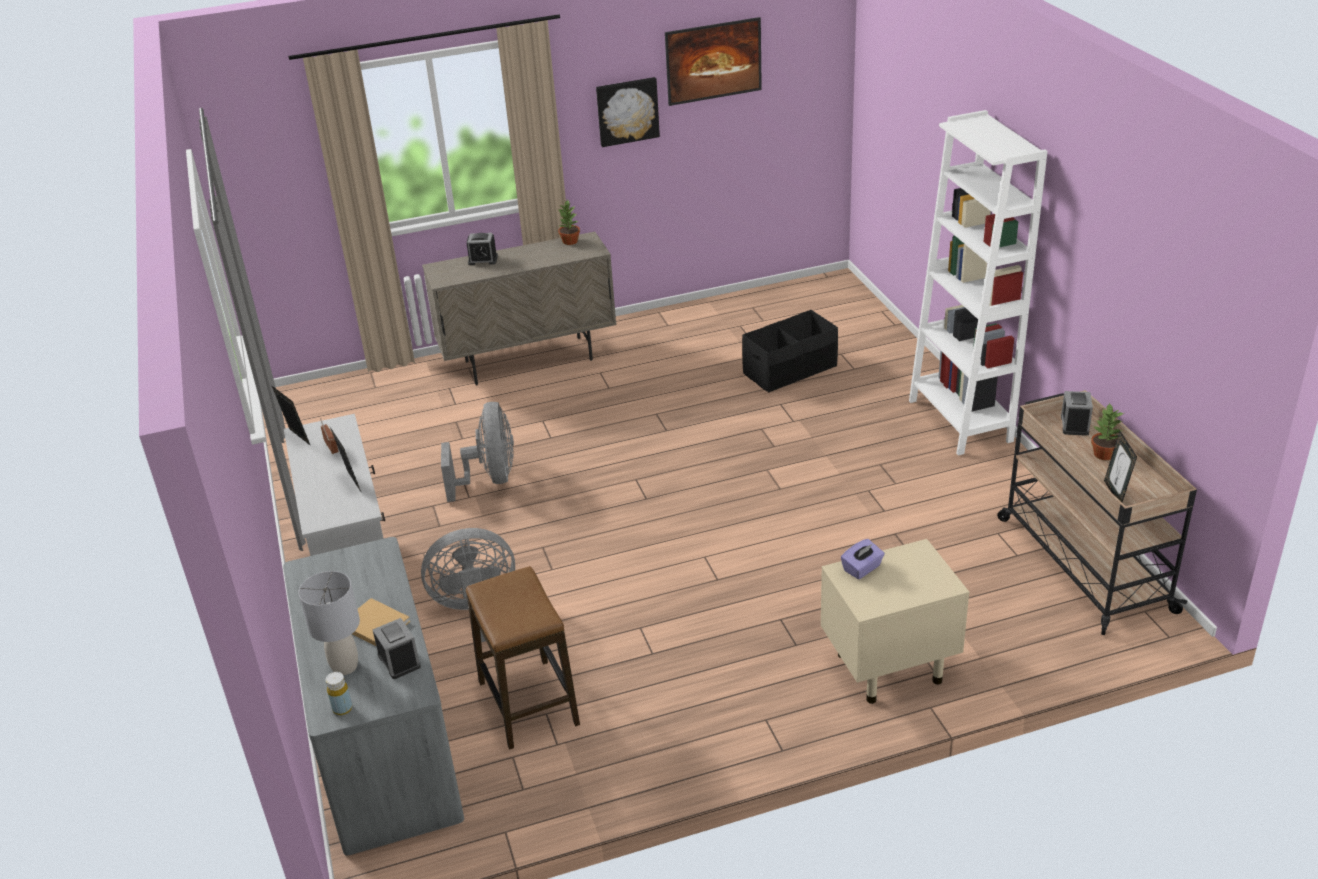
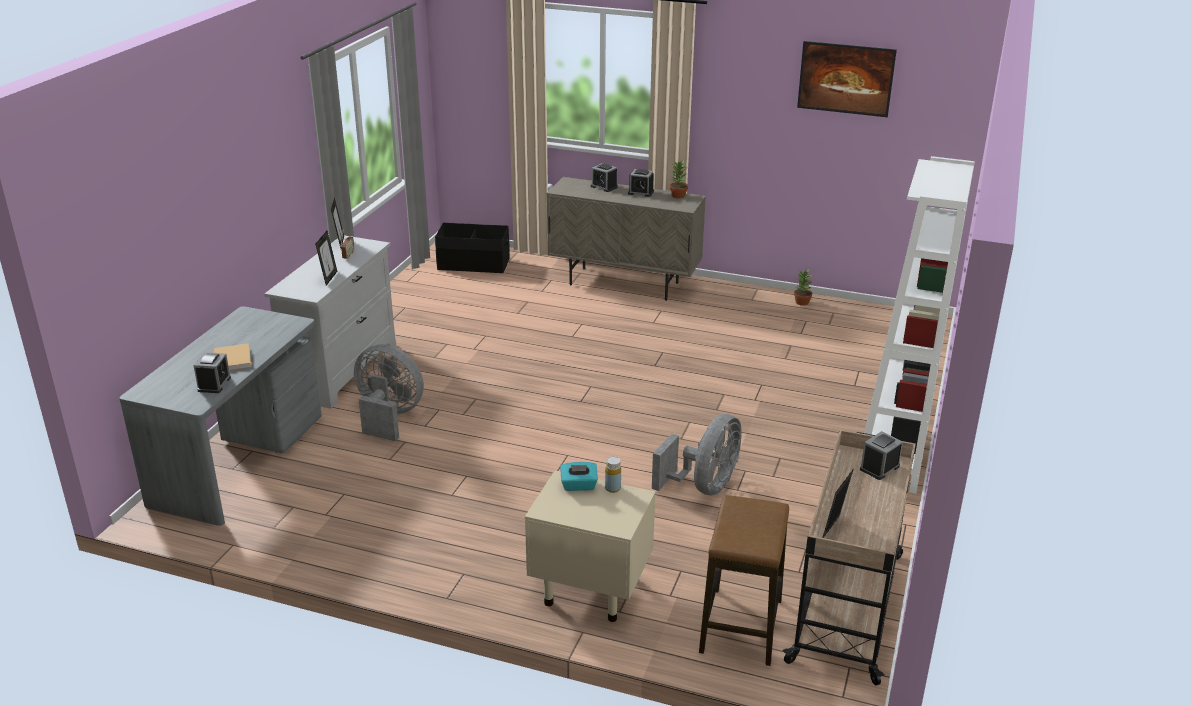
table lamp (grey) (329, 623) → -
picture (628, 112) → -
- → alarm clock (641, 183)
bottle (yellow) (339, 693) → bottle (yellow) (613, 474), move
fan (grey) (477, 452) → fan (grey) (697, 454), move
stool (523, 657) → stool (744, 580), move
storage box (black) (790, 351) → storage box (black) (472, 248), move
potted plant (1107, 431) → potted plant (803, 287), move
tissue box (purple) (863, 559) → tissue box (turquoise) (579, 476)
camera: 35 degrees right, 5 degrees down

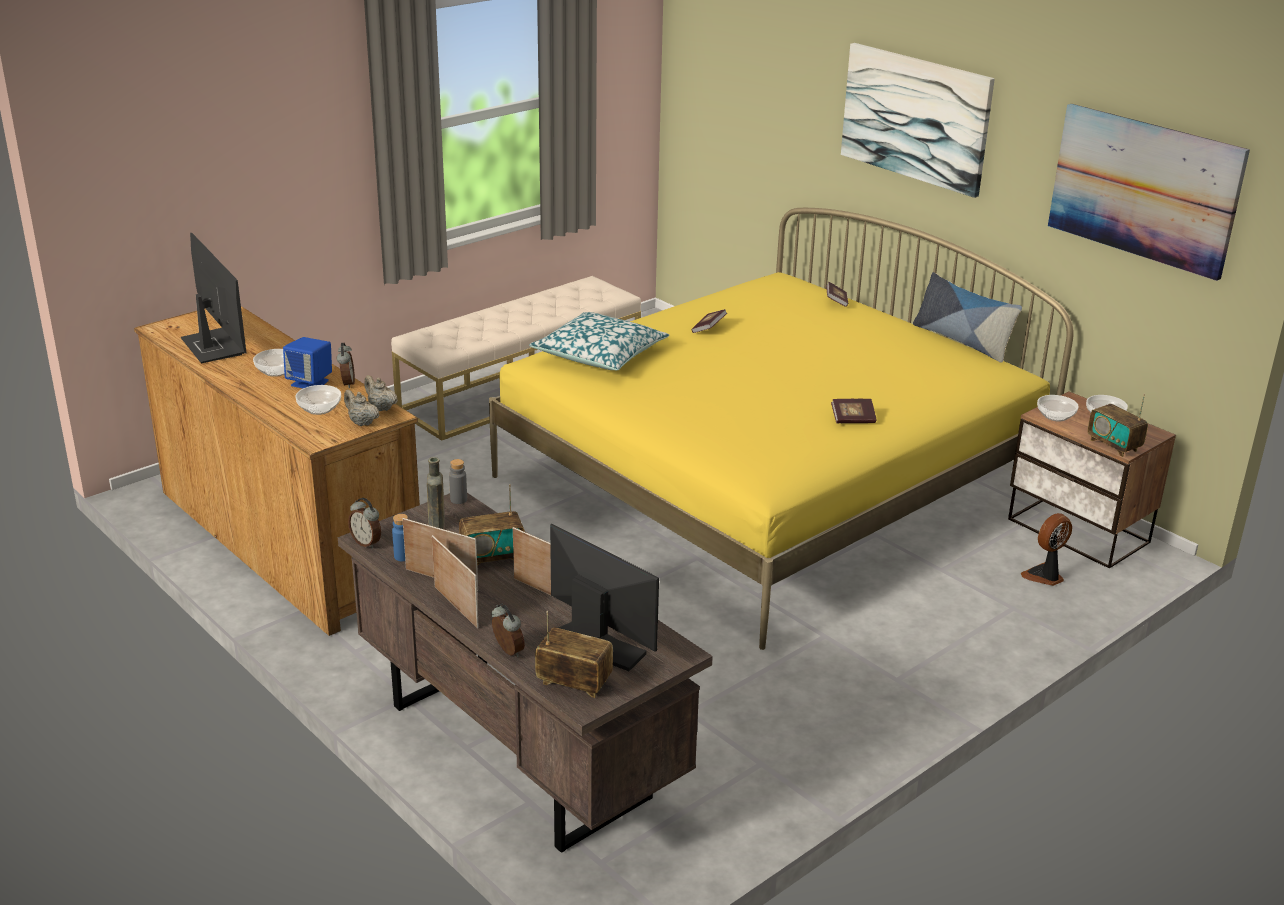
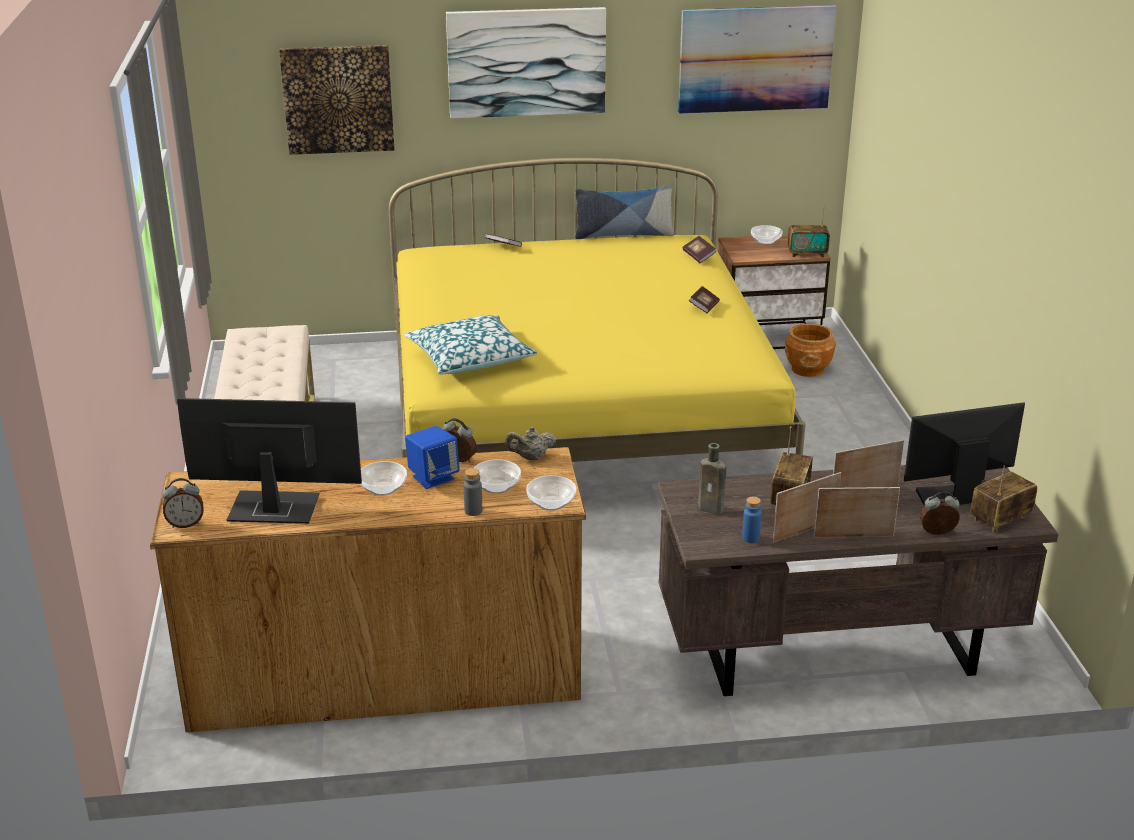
teapot (beige) (361, 408) → -
- → picture (336, 100)
alarm clock (364, 523) → alarm clock (183, 503), move
bottle (grey) (458, 481) → bottle (grey) (473, 492), move
book (709, 321) → book (699, 249), move
bowl (1058, 408) → bowl (551, 493), move
fan (1046, 549) → planter (brown) (810, 350)
camera: 55 degrees left, 0 degrees up

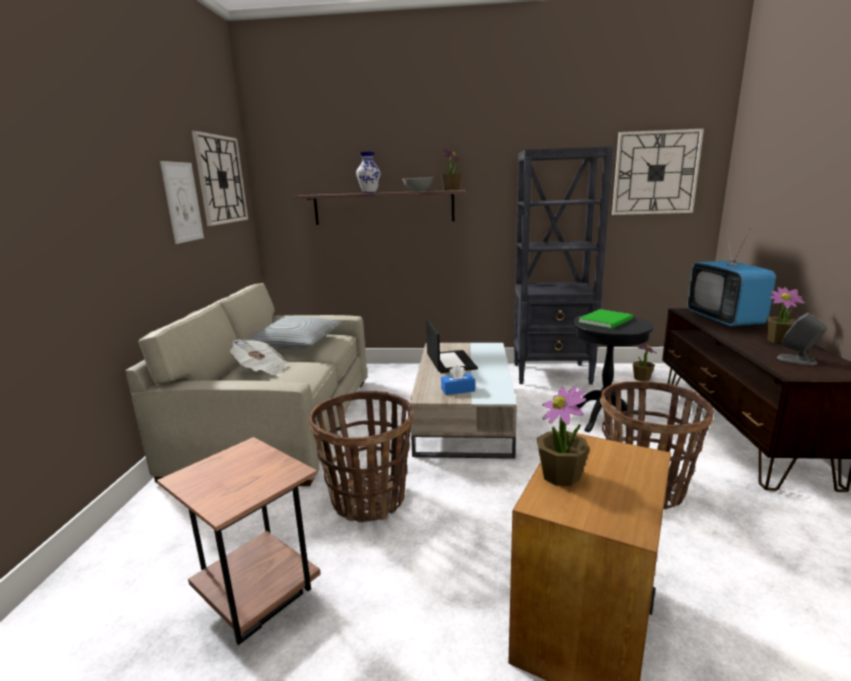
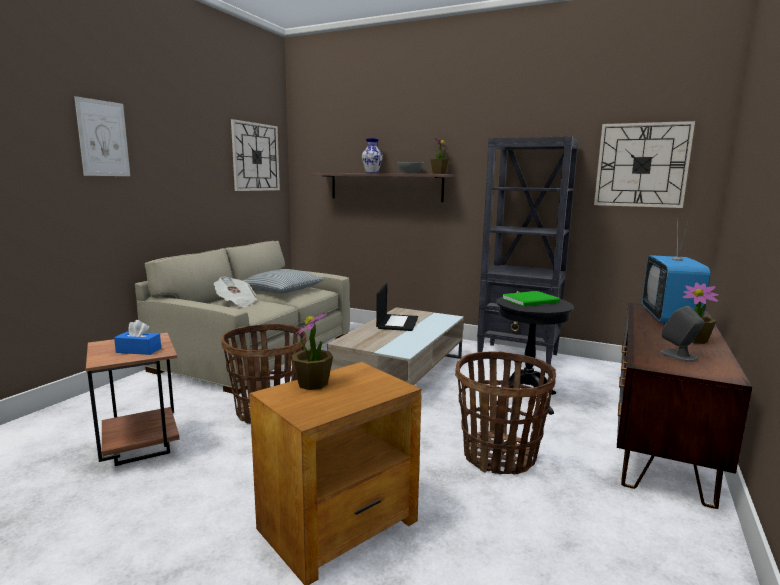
potted plant (644, 362) → -
picture (182, 202) → picture (102, 136), move
tissue box (blue) (458, 380) → tissue box (blue) (137, 337), move
camera: 20 degrees right, 5 degrees down

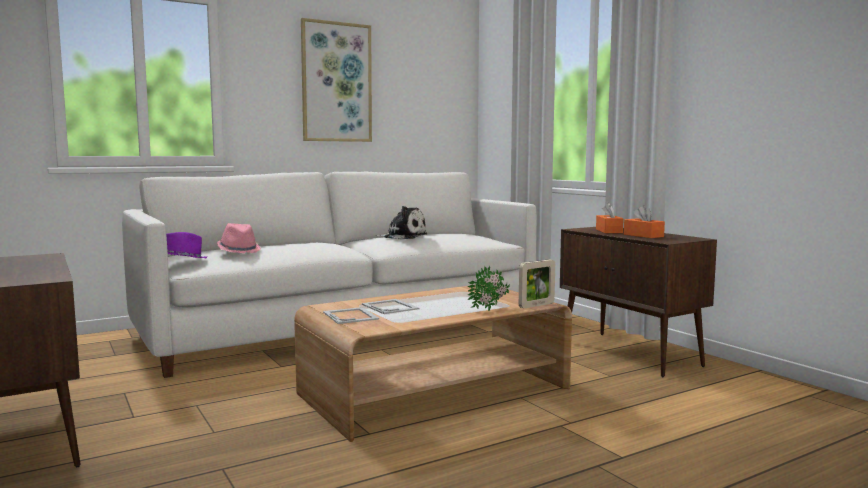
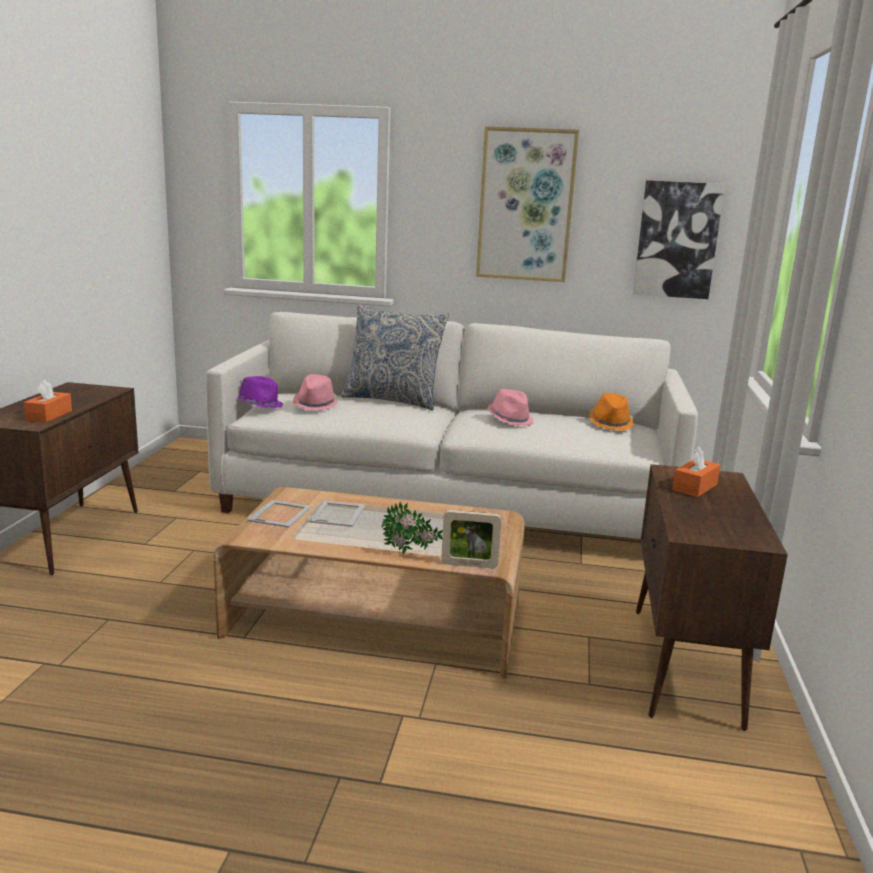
- → pillow (395, 357)
- → hat (orange) (611, 412)
- → picture (679, 239)
tissue box (orange) (644, 221) → tissue box (orange) (48, 401), move
plush toy (401, 223) → hat (pink) (511, 407)
camera: 40 degrees right, 10 degrees up

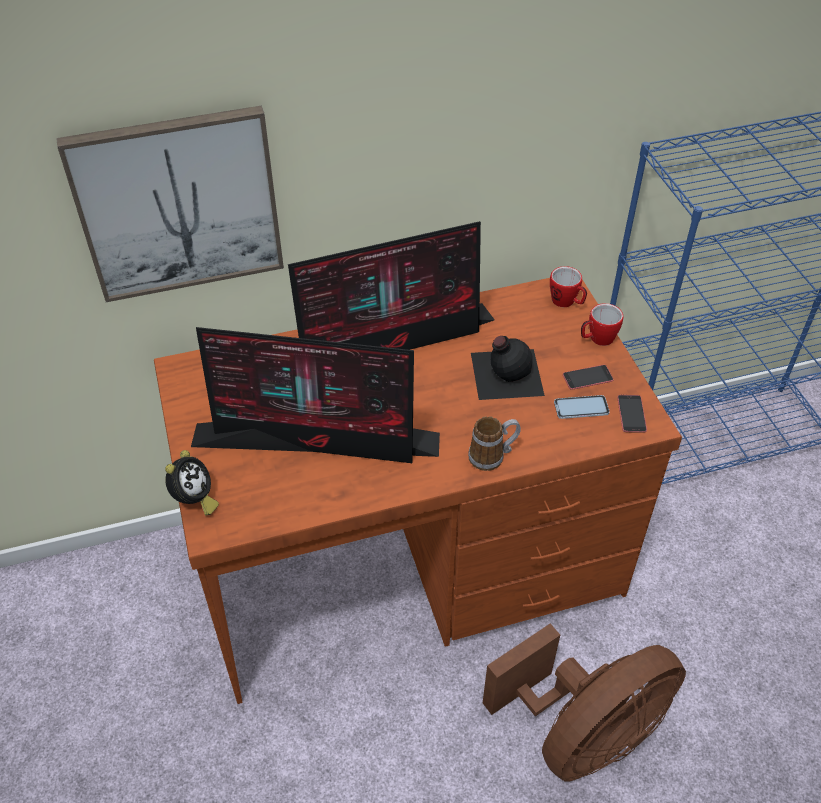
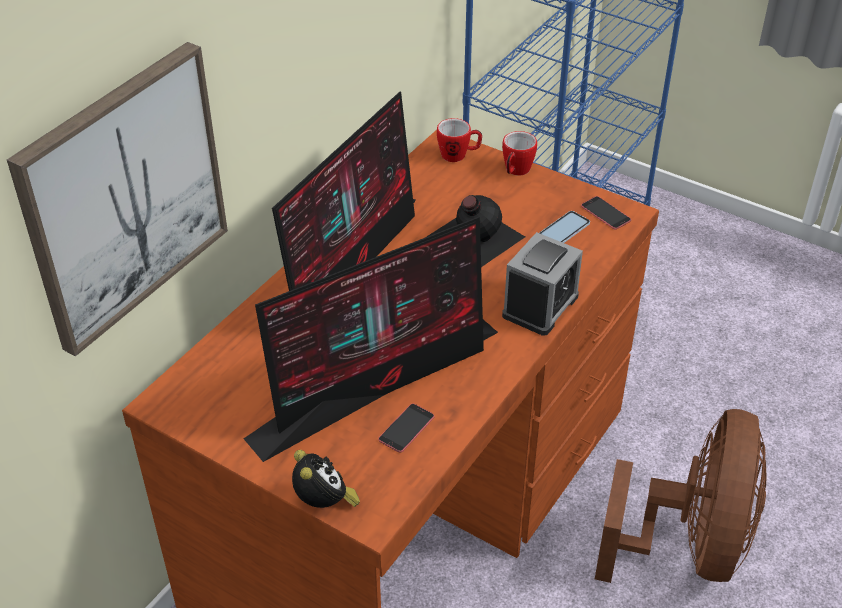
phone (588, 377) → phone (406, 428), move
mug (494, 443) → alarm clock (542, 284)
camera: 40 degrees left, 5 degrees down

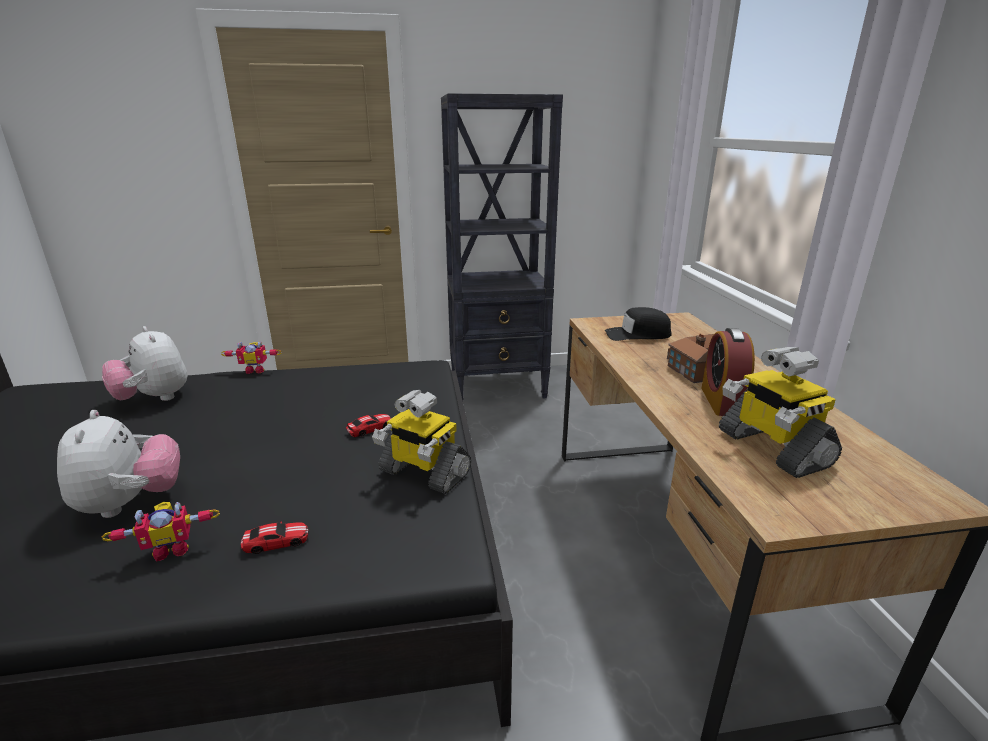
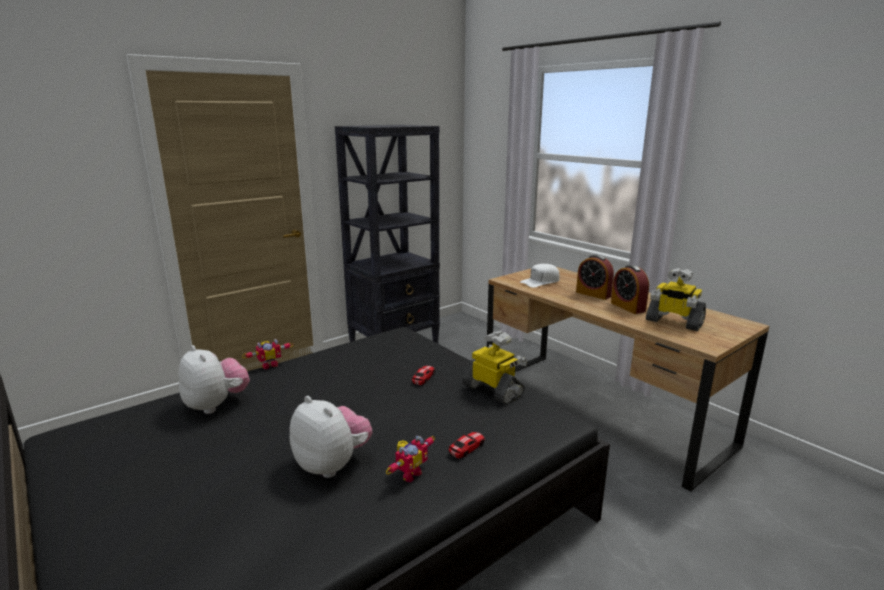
toy house (690, 358) → alarm clock (595, 277)
cap (black) (638, 324) → cap (white) (540, 276)
plush toy (144, 363) → plush toy (214, 379), 150 degrees counterclockwise
toy robot (421, 442) → toy robot (494, 367), 135 degrees counterclockwise
camera: 30 degrees left, 5 degrees down

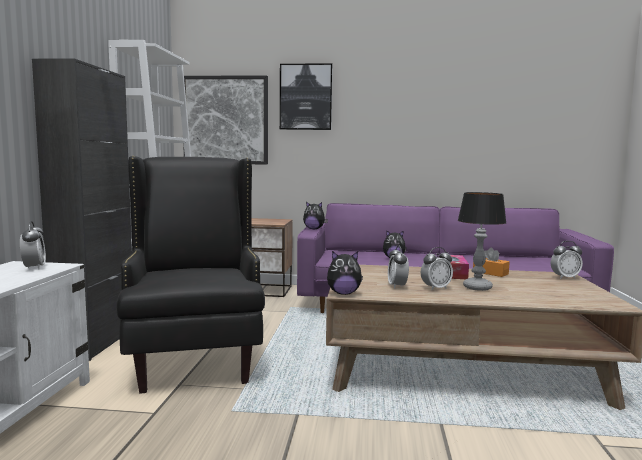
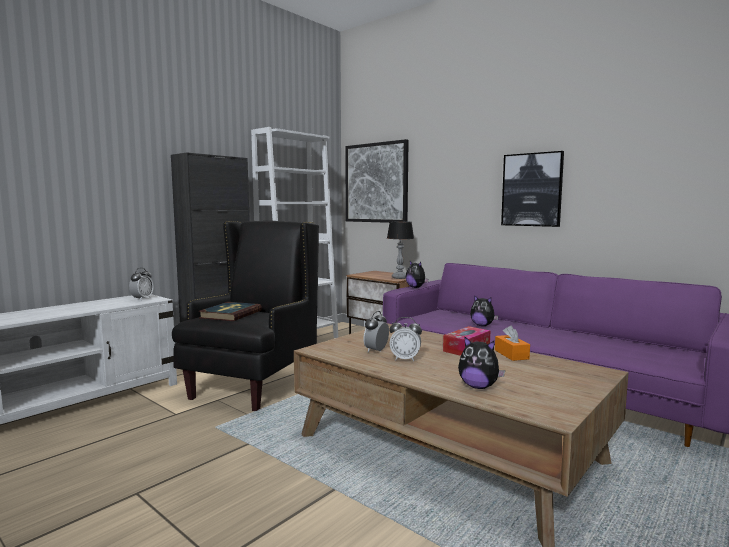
alarm clock (566, 260) → -
- → book (230, 311)
picture (306, 97) → picture (532, 189), move
plush toy (345, 273) → plush toy (481, 363), move
table lamp (482, 241) → table lamp (400, 250), move
camera: 35 degrees right, 0 degrees up

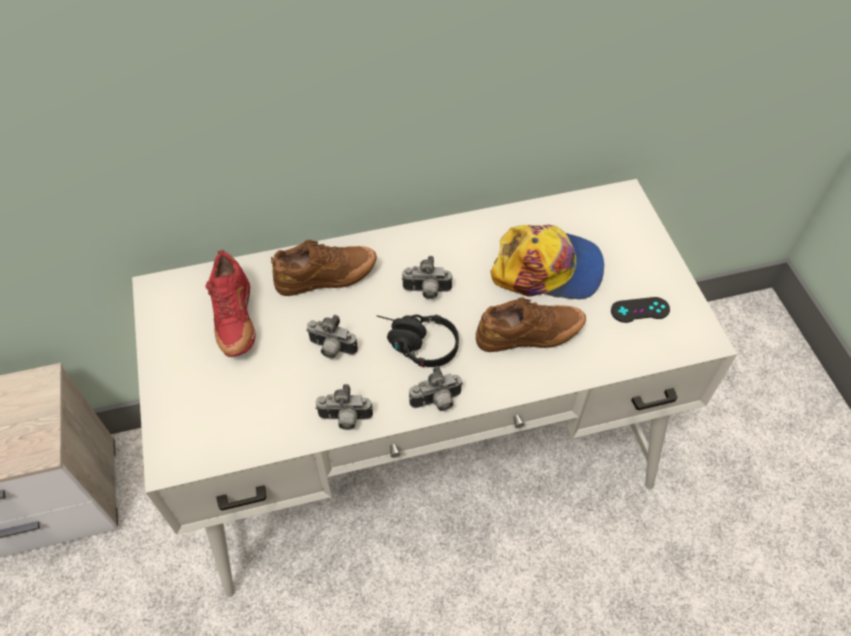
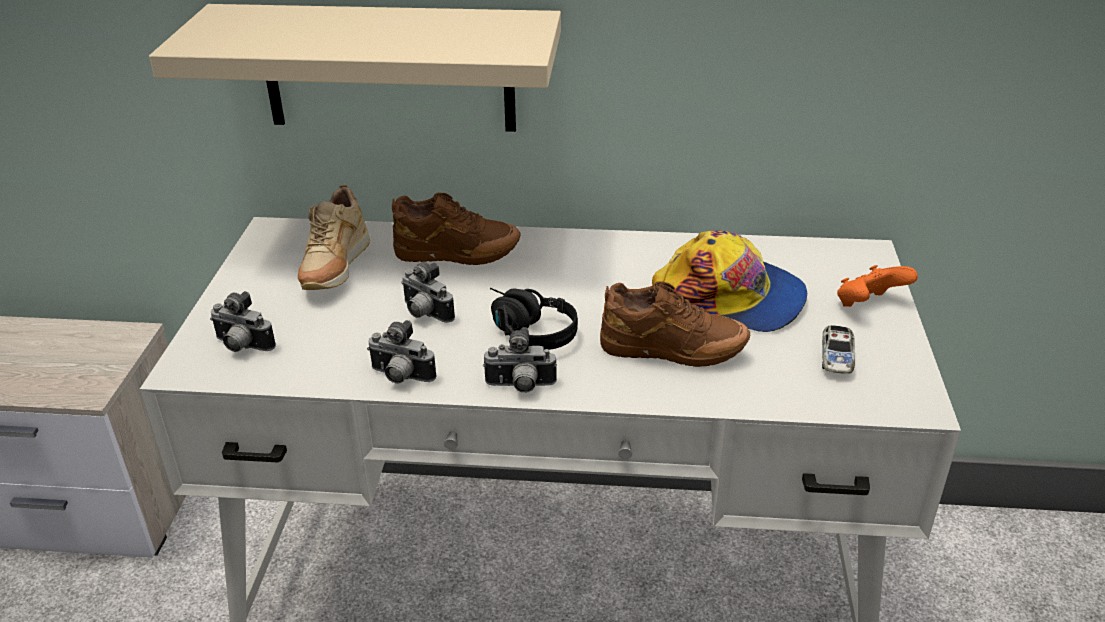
- → shelf (beige) (355, 68)
- → game controller (orange) (877, 286)
photo camera (427, 277) → photo camera (243, 321), move
game controller (black) (640, 310) → toy car (838, 349)
shoe (red) (230, 303) → shoe (beige) (334, 237)
camera: 20 degrees right, 20 degrees down

